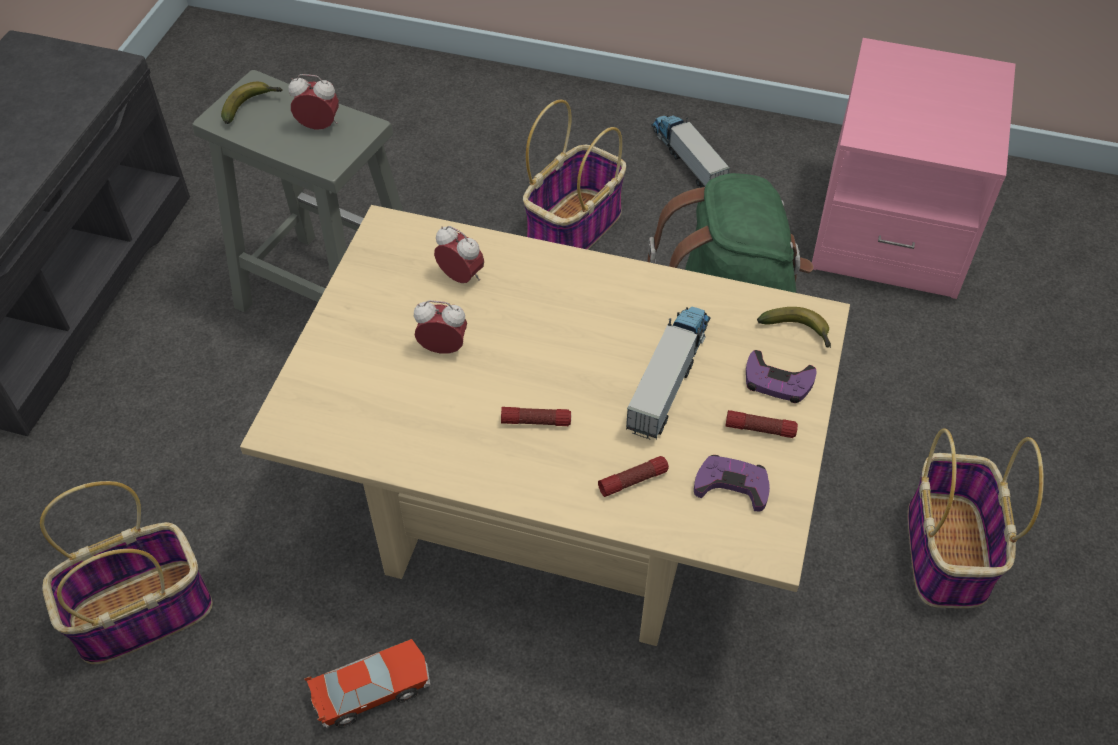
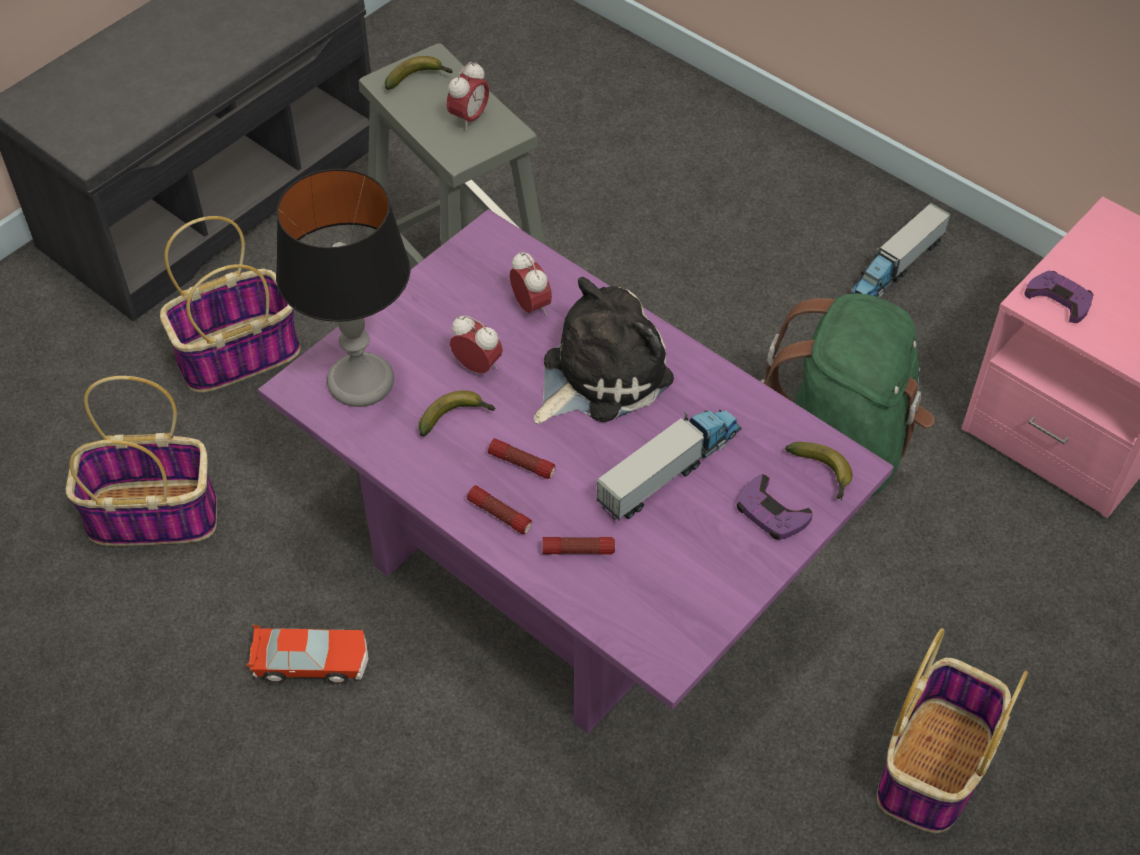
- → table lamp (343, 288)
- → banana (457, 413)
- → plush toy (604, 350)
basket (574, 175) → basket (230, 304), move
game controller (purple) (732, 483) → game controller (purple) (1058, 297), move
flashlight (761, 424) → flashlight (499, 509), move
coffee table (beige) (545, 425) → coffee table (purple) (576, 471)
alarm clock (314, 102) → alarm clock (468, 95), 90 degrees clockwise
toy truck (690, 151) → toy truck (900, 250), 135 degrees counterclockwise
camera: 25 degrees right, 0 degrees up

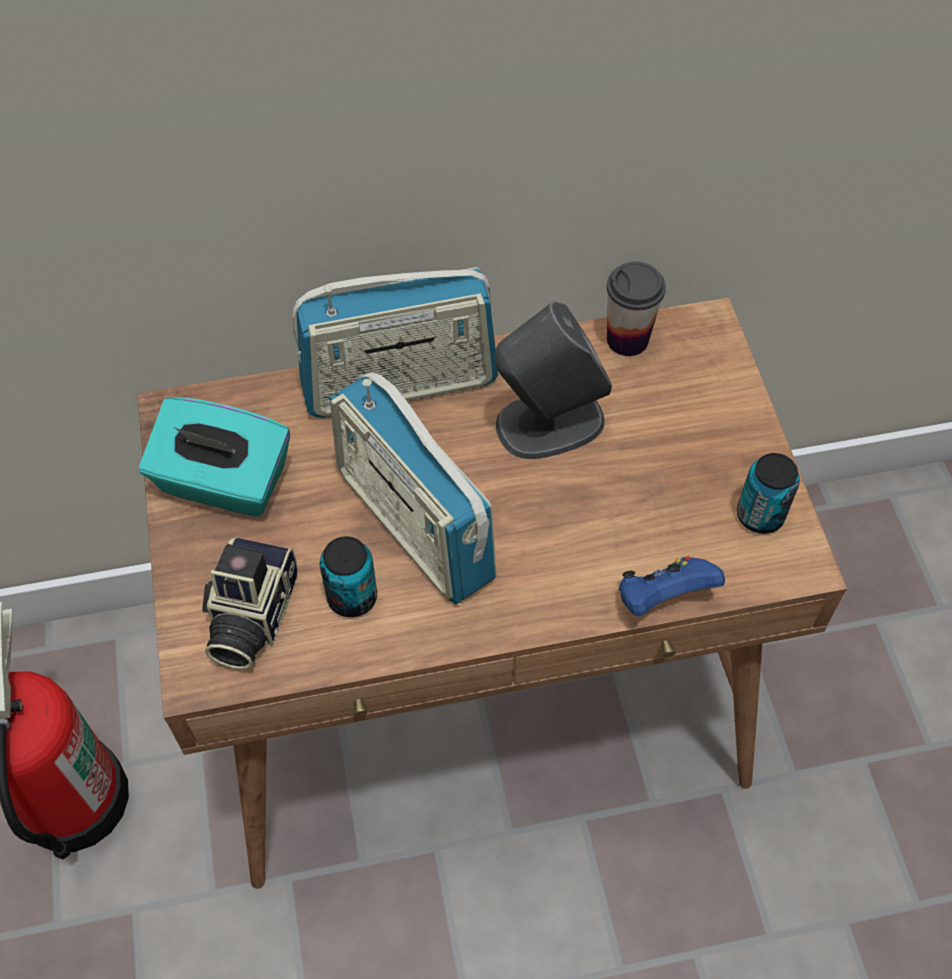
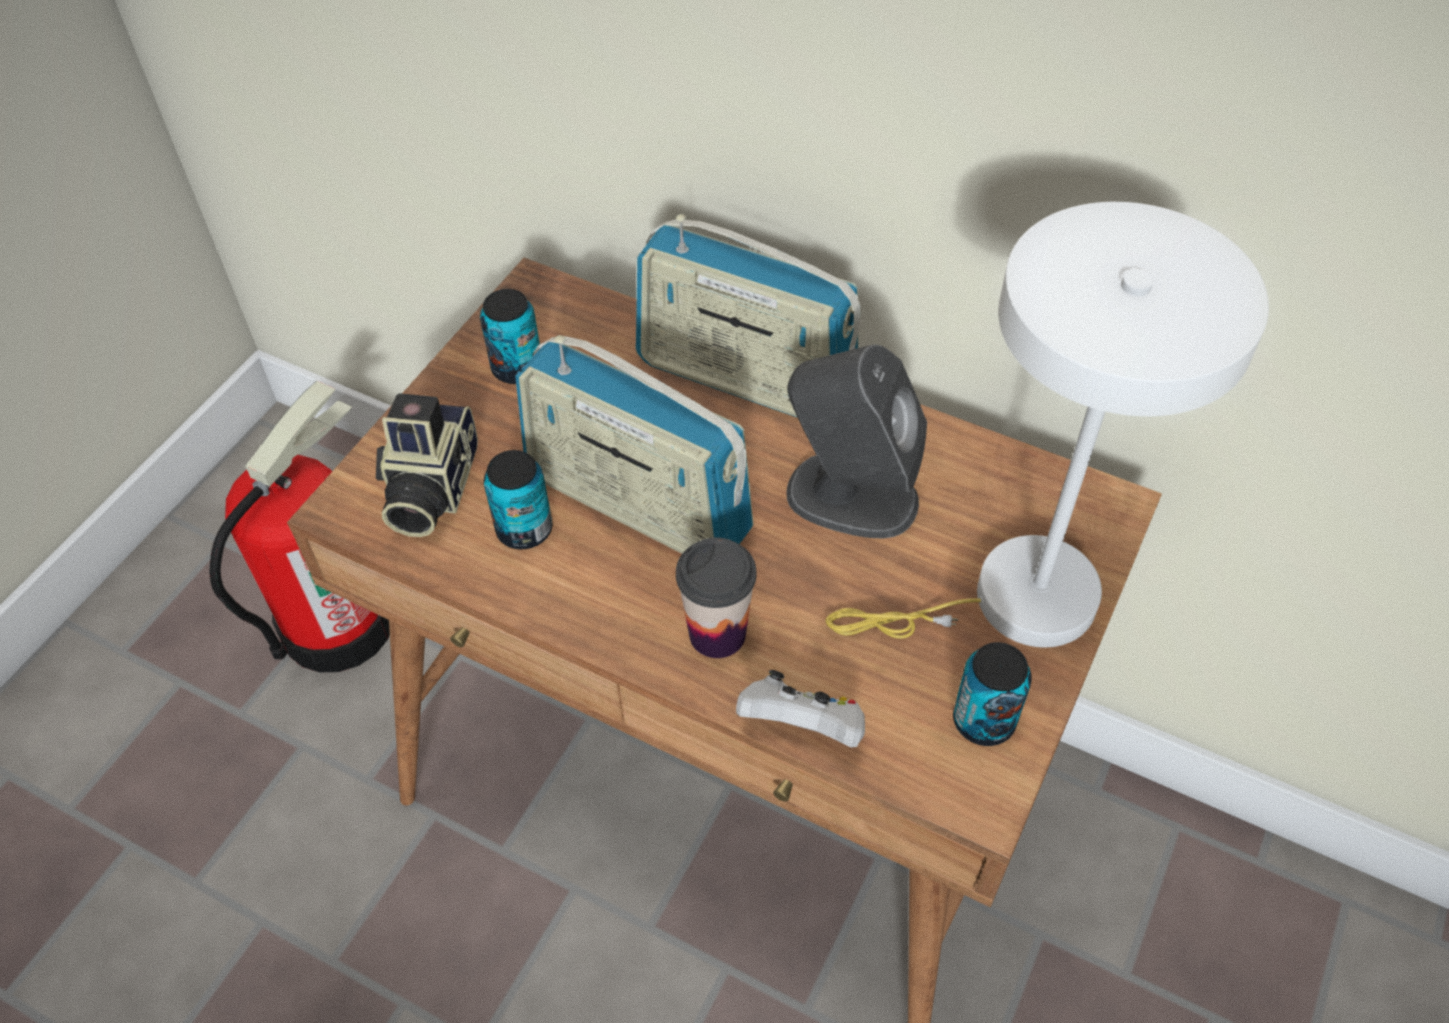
- → table lamp (white) (1047, 425)
cup (636, 309) → cup (716, 597), move
tissue box (turquoise) (214, 457) → can (510, 336)
game controller (blue) (672, 586) → game controller (white) (800, 709)
photo camera (250, 603) → photo camera (427, 465), 45 degrees counterclockwise
radio (413, 488) → radio (634, 444), 60 degrees counterclockwise
camera: 40 degrees right, 5 degrees down

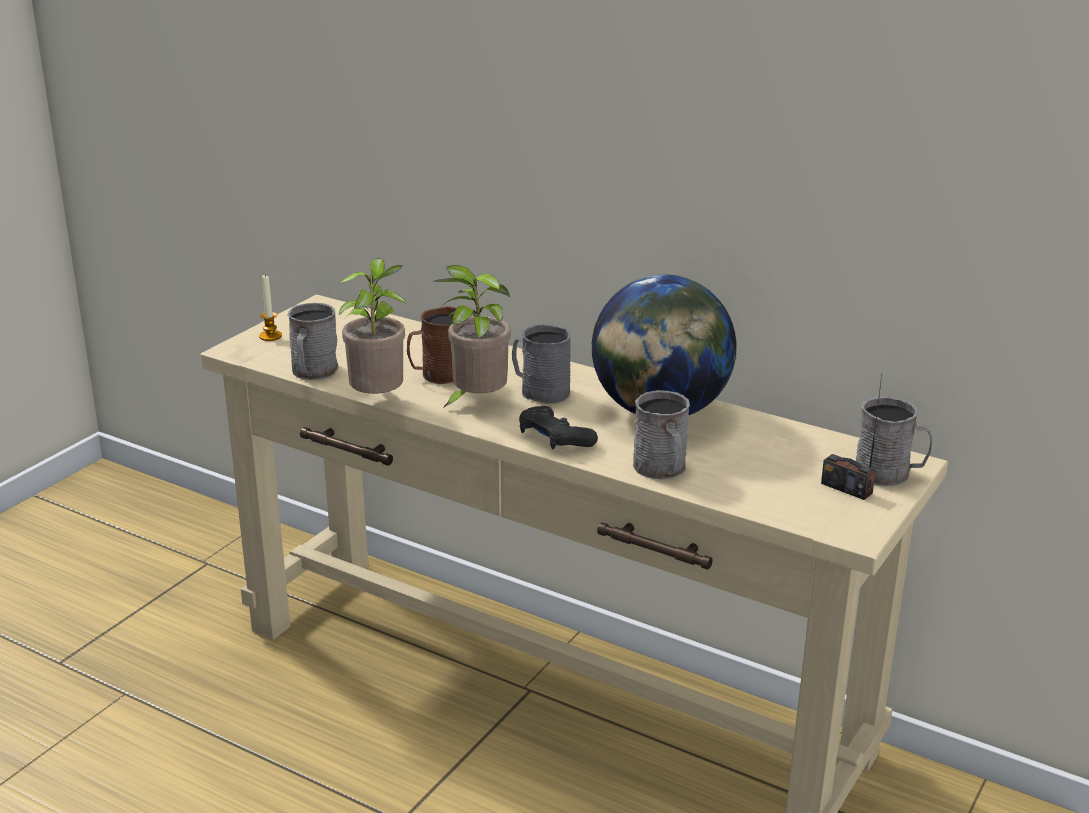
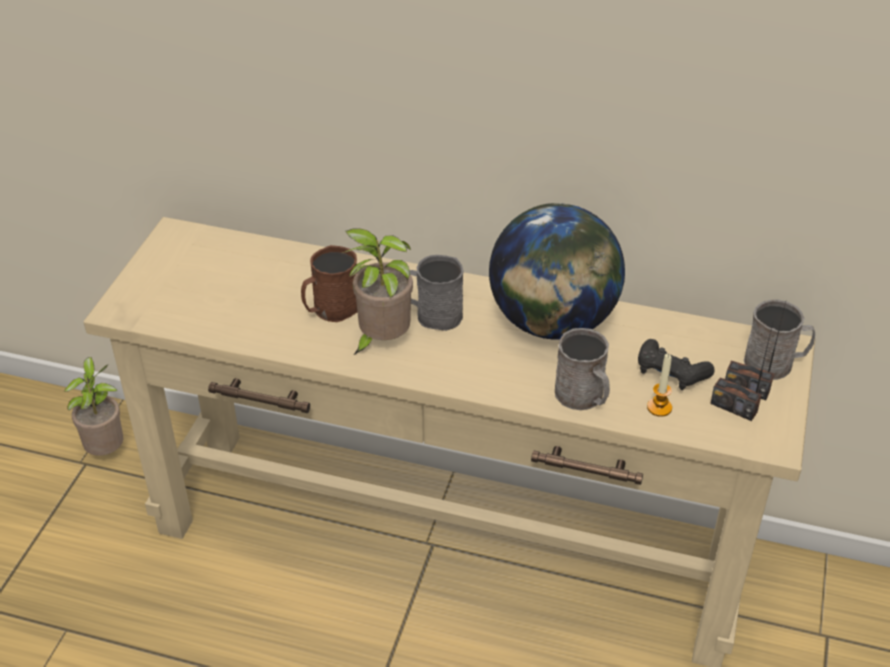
mug (grey) (313, 341) → -
- → radio (741, 372)
candle (270, 308) → candle (659, 385), move
potted plant (373, 326) → potted plant (93, 406), move
game controller (black) (558, 427) → game controller (black) (676, 364), move
camera: 15 degrees left, 15 degrees up

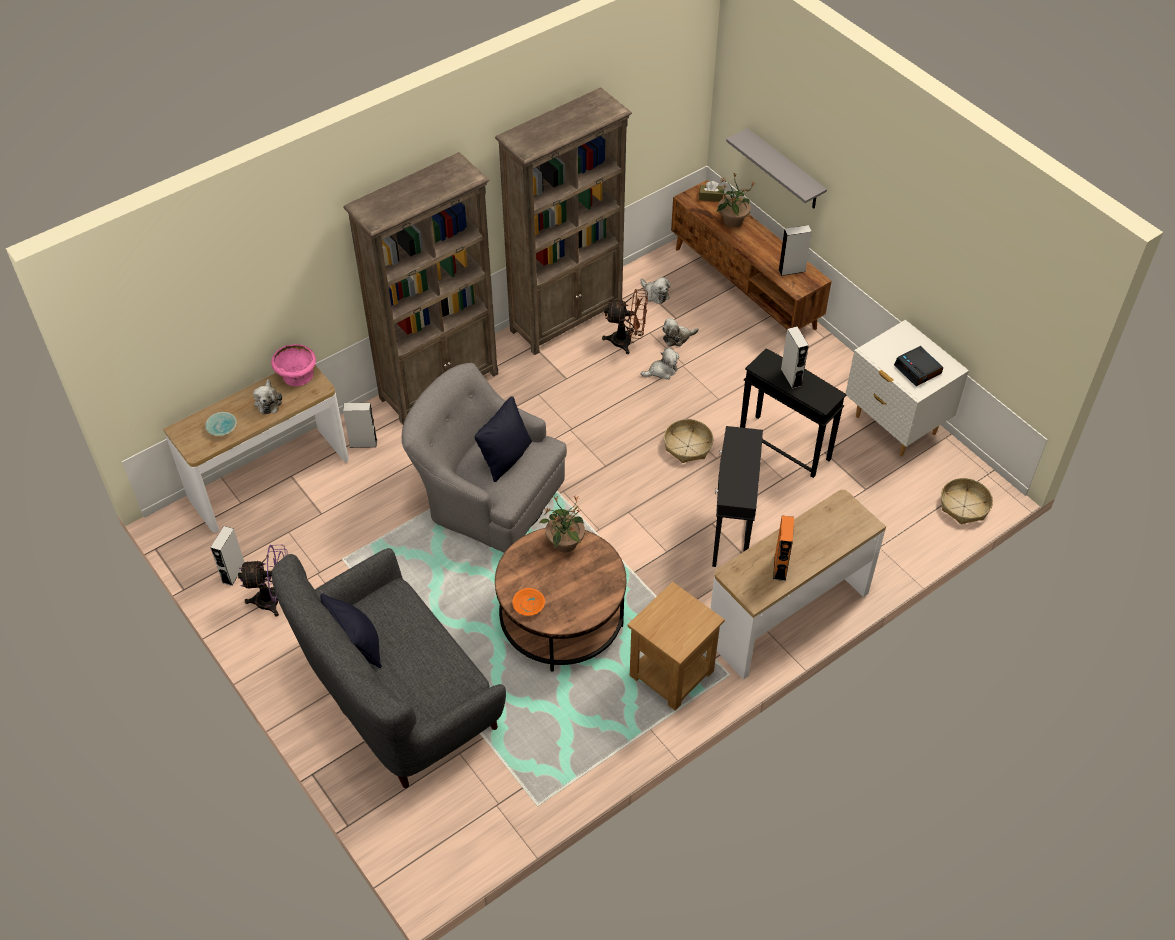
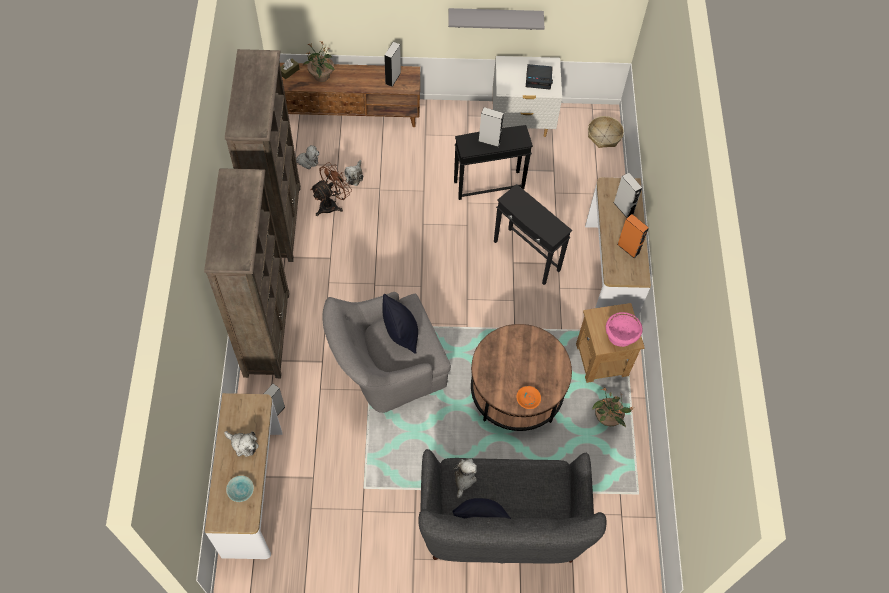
fan (purple) (263, 580) → -
basket (688, 441) → -
speaker (grey) (227, 556) → speaker (grey) (627, 195), move
bowl (pink) (293, 365) → bowl (pink) (624, 329), move
potted plant (562, 524) → potted plant (612, 407), move
plush toy (660, 363) → plush toy (465, 478), move
shelf (grey) (776, 168) → shelf (grey) (496, 19), move
camera: 55 degrees left, 10 degrees up

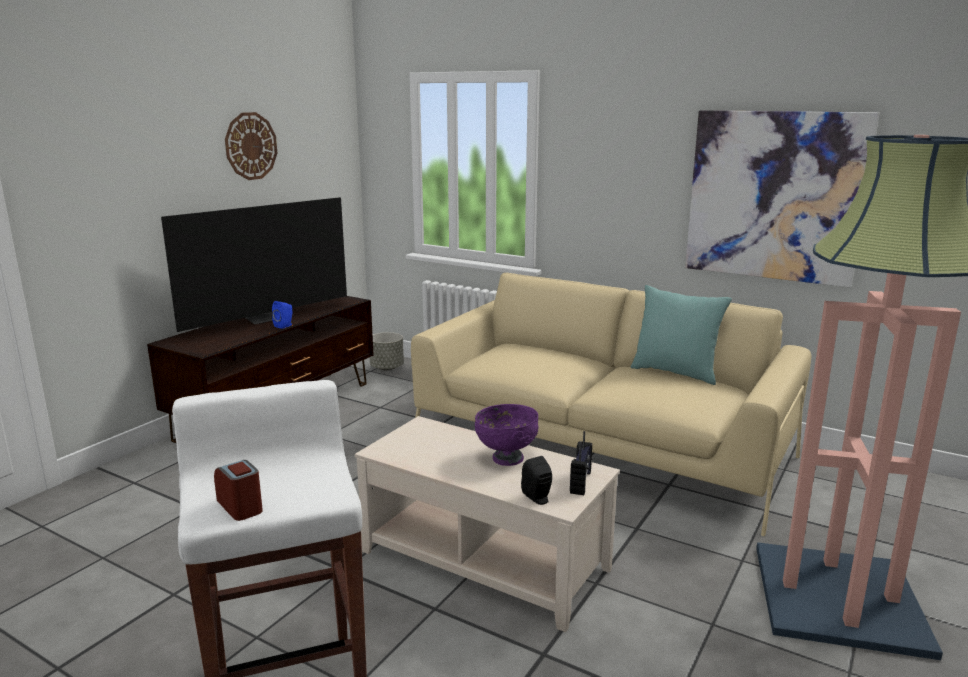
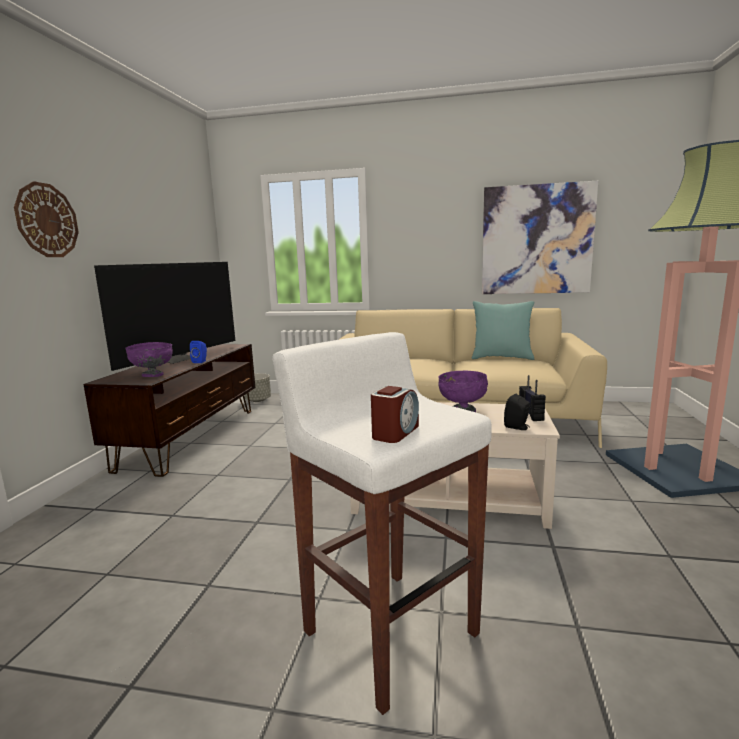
- → bowl (purple) (149, 359)
wall clock (251, 146) → wall clock (46, 219), move
alarm clock (238, 490) → alarm clock (395, 414), 90 degrees clockwise
camera: 20 degrees left, 5 degrees down

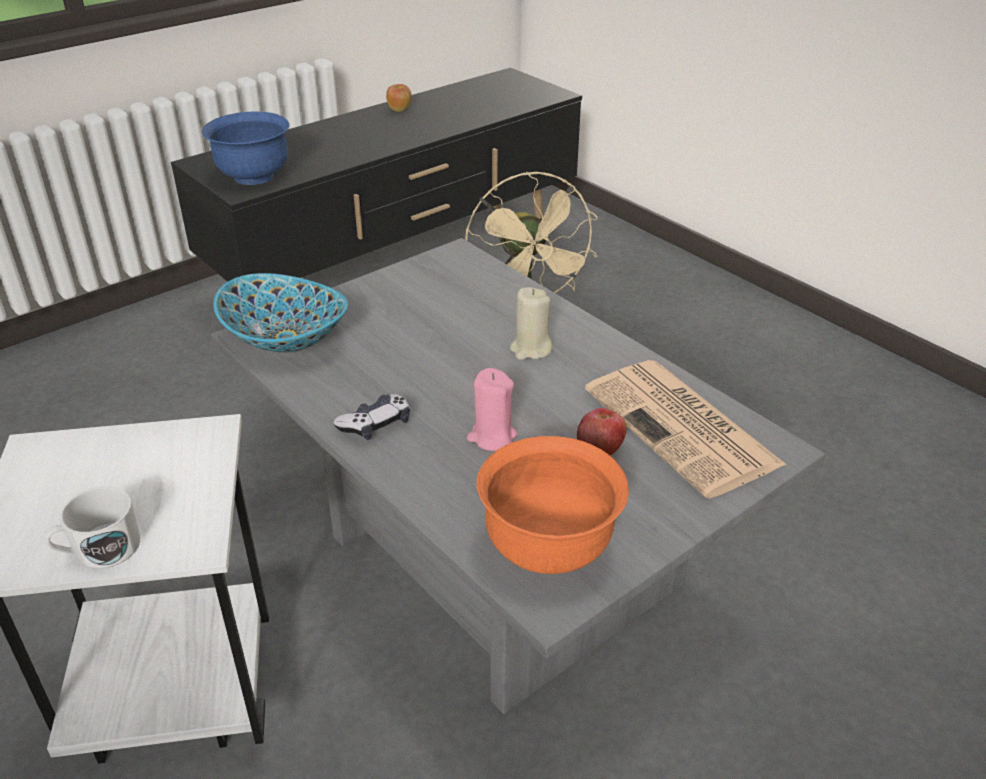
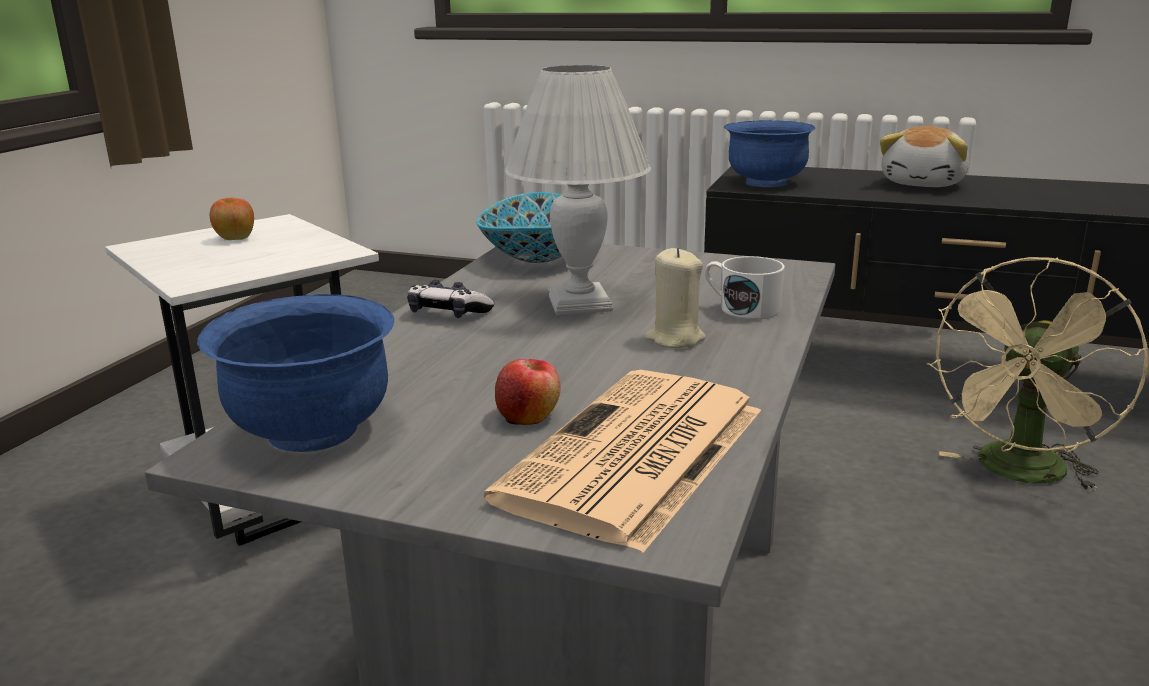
candle (pink) (492, 409) → -
- → table lamp (white) (578, 190)
- → plush toy (924, 156)
mug (white) (92, 527) → mug (white) (745, 288), move
apple (399, 98) → apple (232, 218), move
bowl (orange) (552, 505) → bowl (blue) (295, 373)
camera: 60 degrees right, 15 degrees down

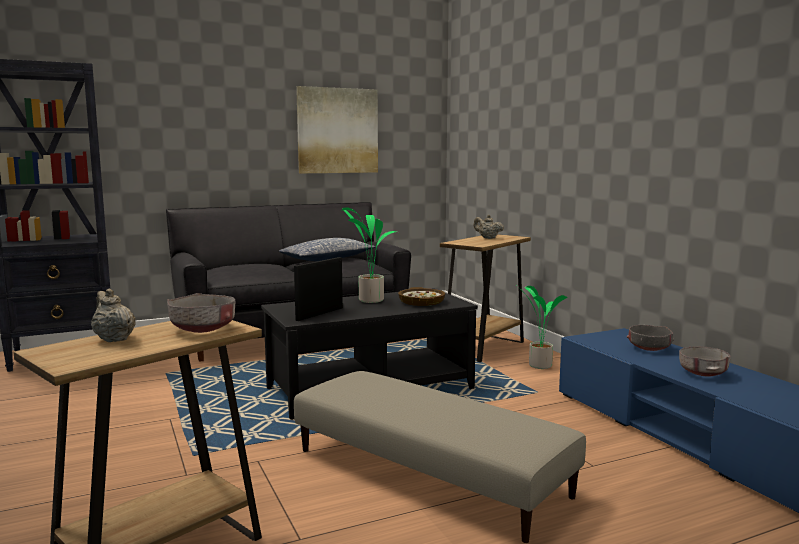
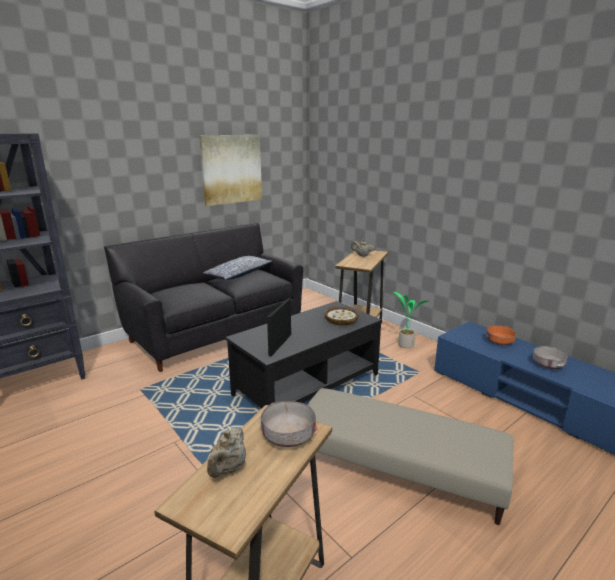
potted plant (369, 255) → -
bowl (grey) (651, 338) → bowl (orange) (501, 335)
teapot (beige) (113, 315) → teapot (beige) (226, 452), 105 degrees counterclockwise
camera: 15 degrees left, 10 degrees up

